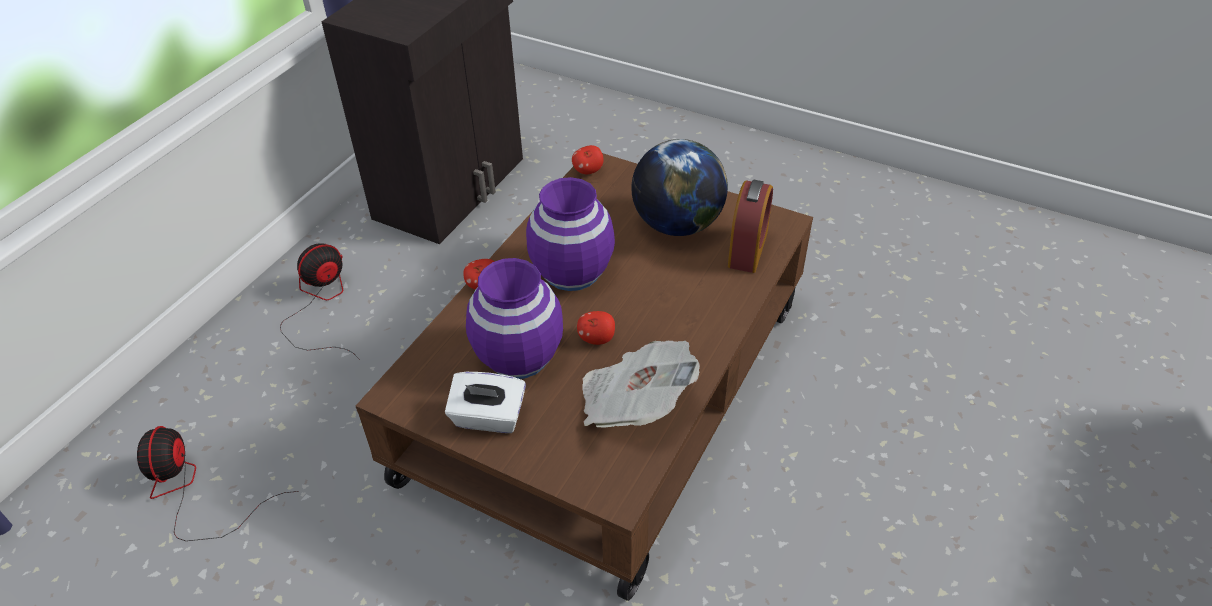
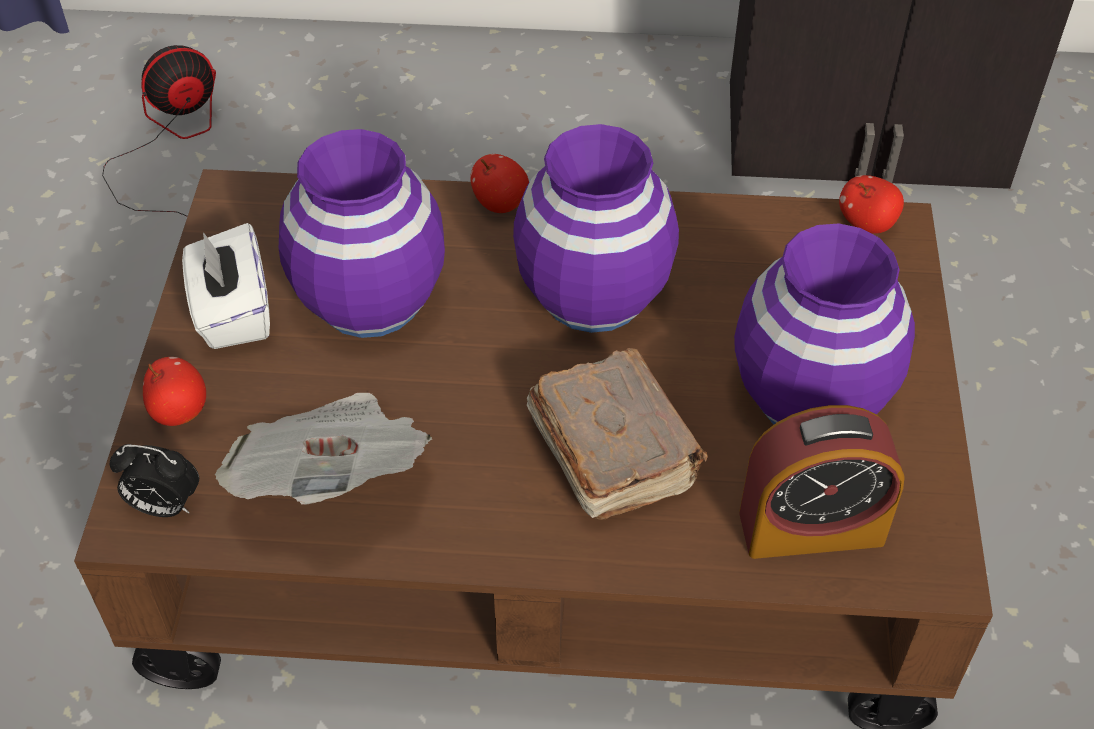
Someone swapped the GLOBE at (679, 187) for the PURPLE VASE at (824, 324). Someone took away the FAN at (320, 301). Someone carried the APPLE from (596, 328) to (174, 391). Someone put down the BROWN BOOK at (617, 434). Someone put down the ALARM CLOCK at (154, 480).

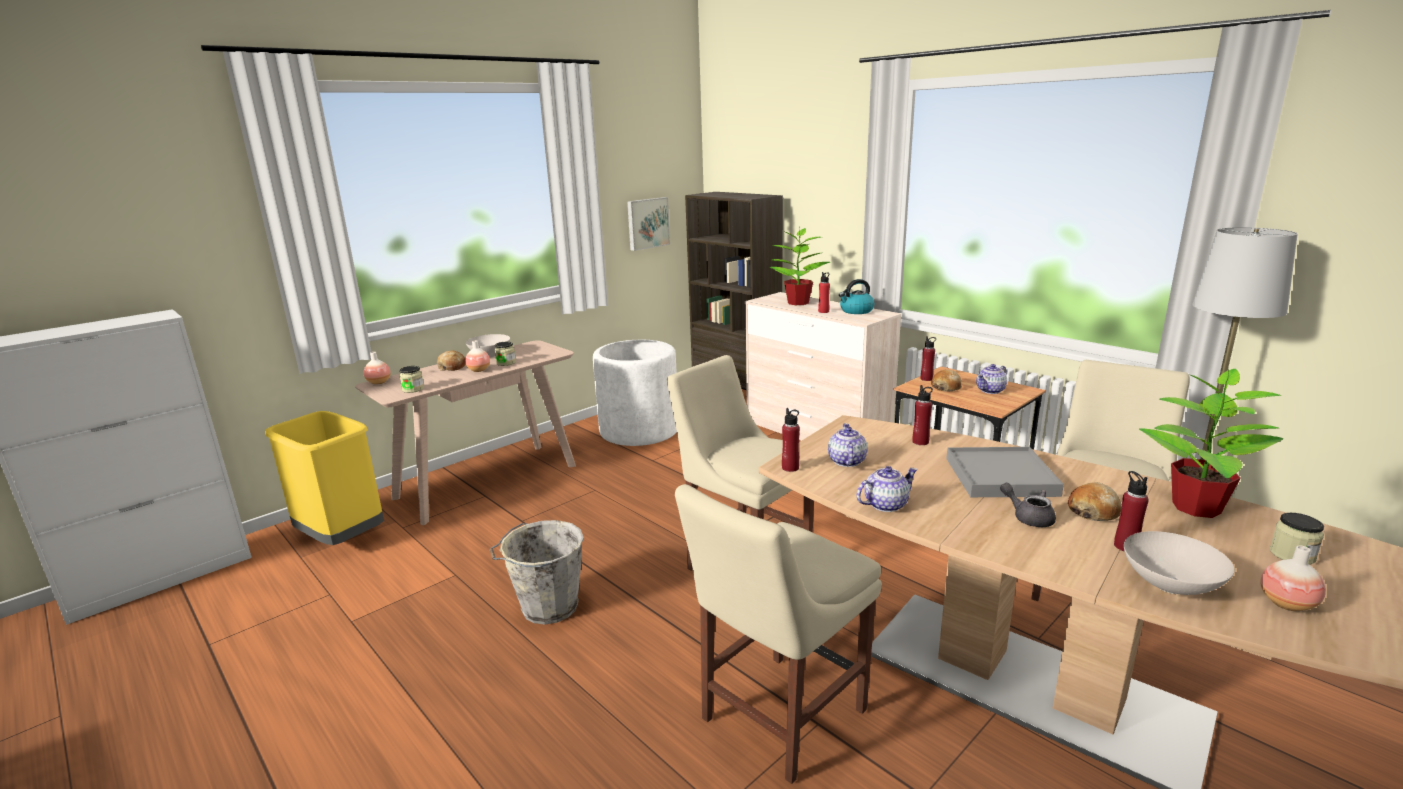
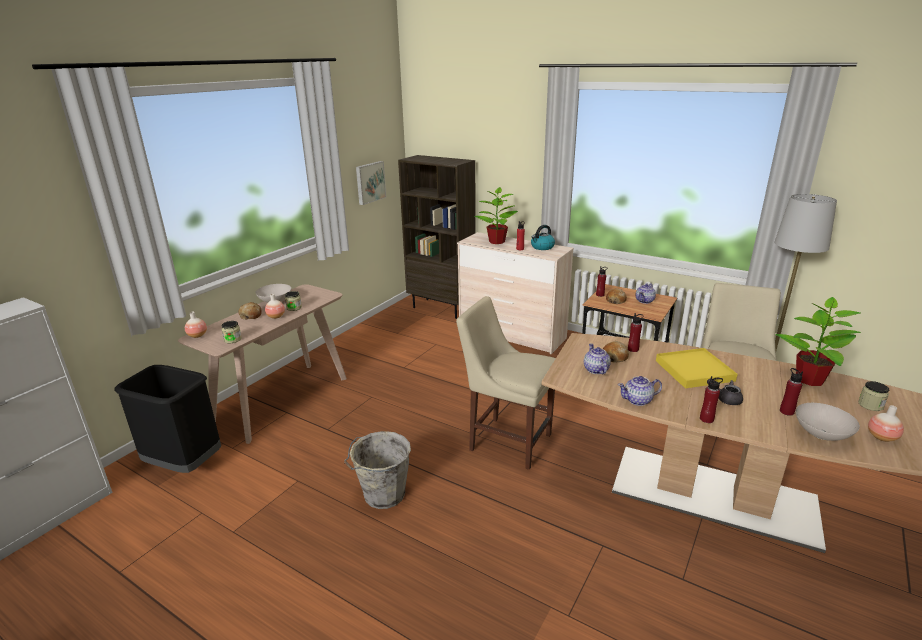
Someone took away the WHITE PLANTER at (635, 393). Someone carried the RED BOTTLE from (791, 440) to (711, 399). Someone repainted the YELLOW TRASH CAN at (324, 478), which became the BLACK TRASH CAN at (167, 419). Someone repainted the GREY TRAY at (1005, 472), which became the YELLOW TRAY at (697, 368). Someone rotated the TEAPOT at (886, 489) by 150 degrees counterclockwise. Someone carried the BREAD from (1094, 501) to (616, 352). Someone took away the BEIGE CHAIR at (778, 634).

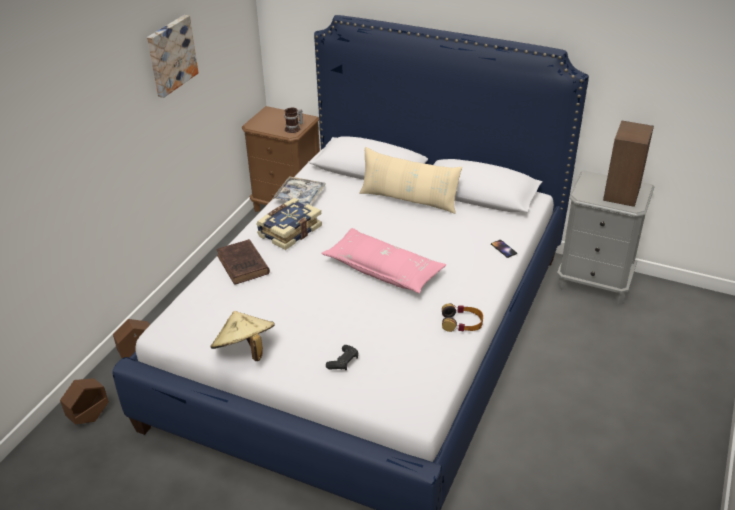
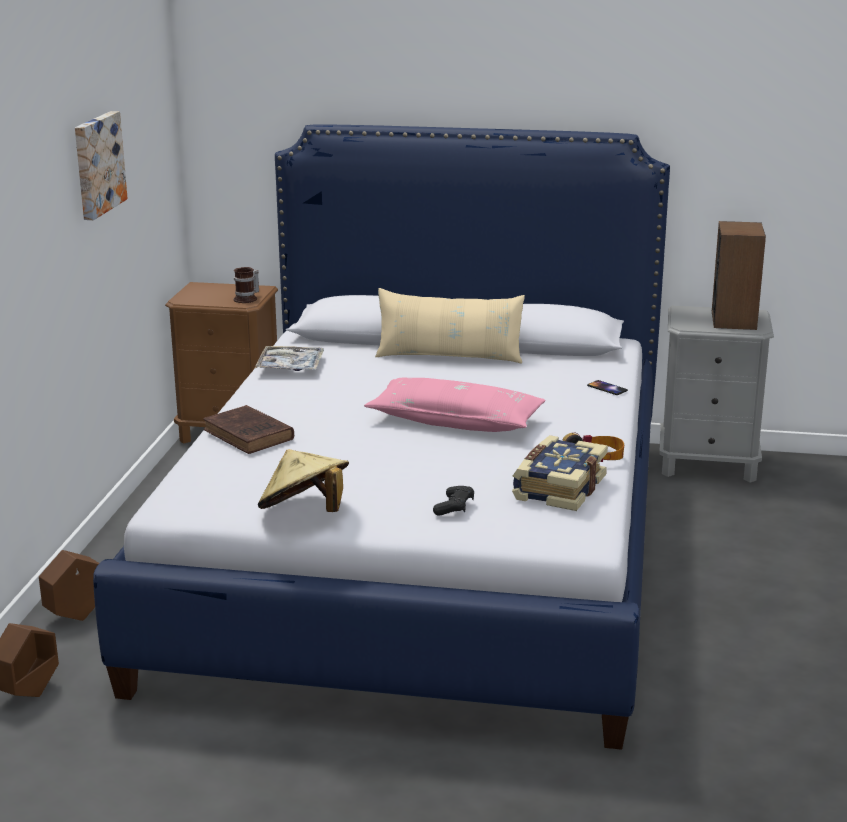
Someone carried the BOOK from (289, 224) to (560, 473).

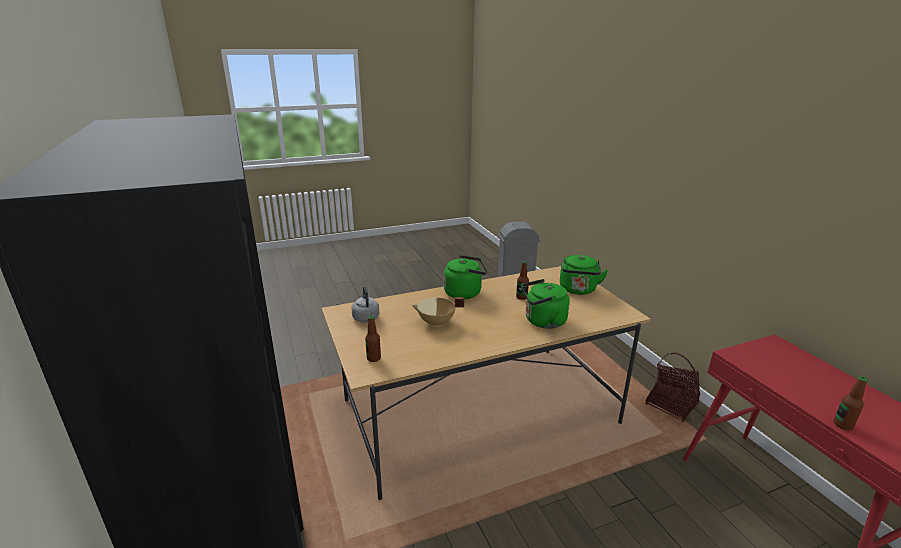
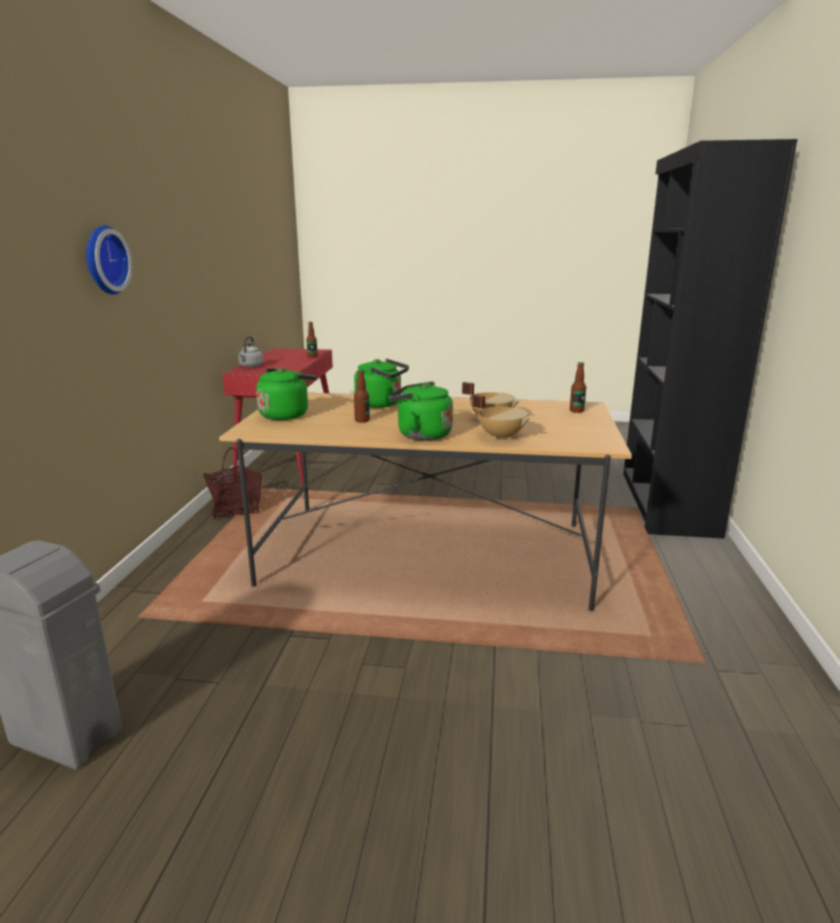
Someone carried the GREY KETTLE from (365, 304) to (250, 351). Someone put up the WALL CLOCK at (109, 260). Someone put down the BEIGE COOKING POT at (501, 417).

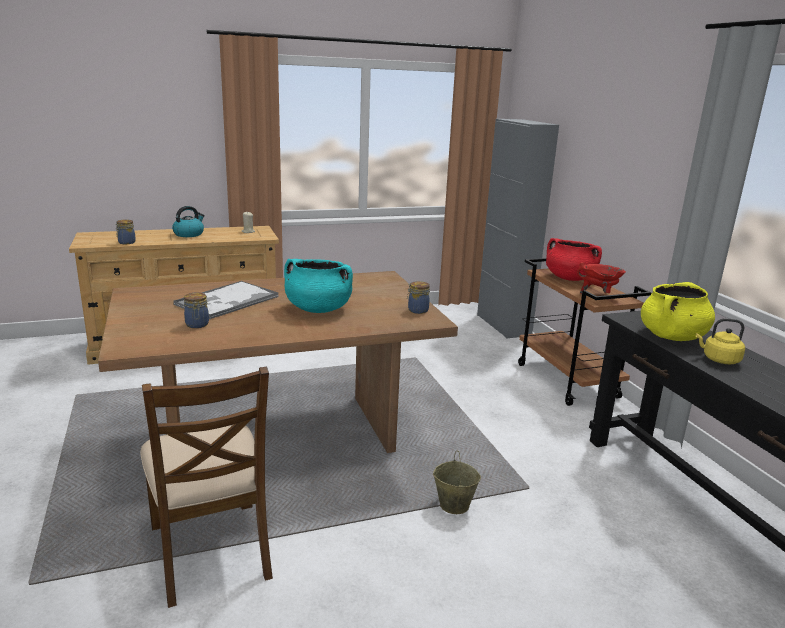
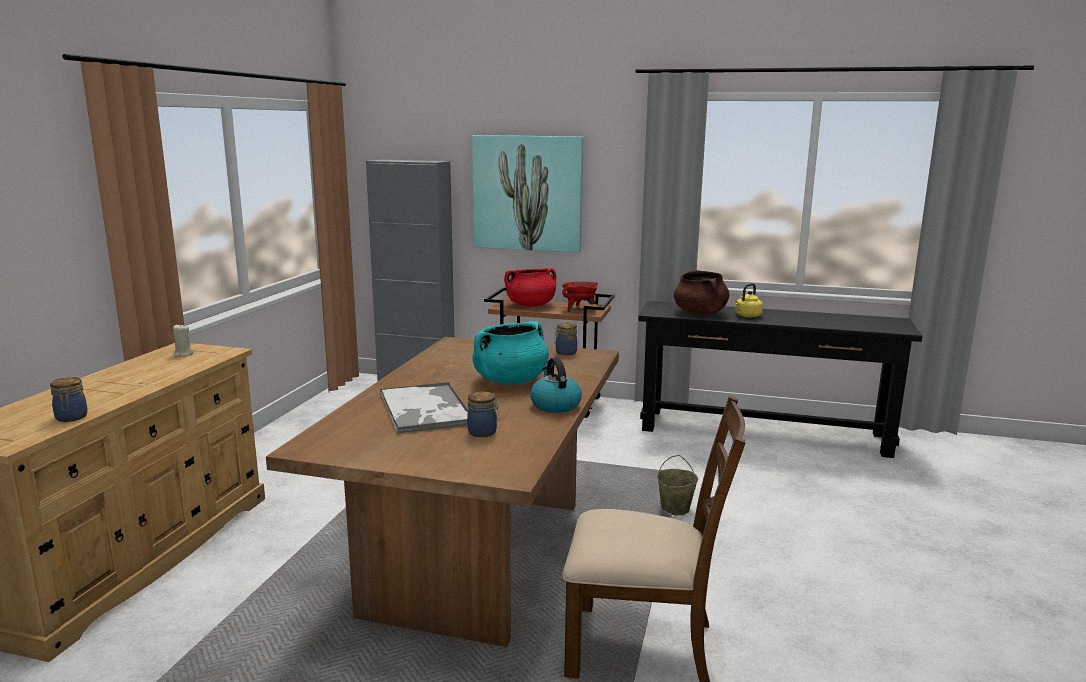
Someone carried the KETTLE from (188, 221) to (556, 385). Someone repainted the YELLOW COOKING POT at (678, 311), which became the BROWN COOKING POT at (701, 292). Someone put up the PICTURE at (527, 194).

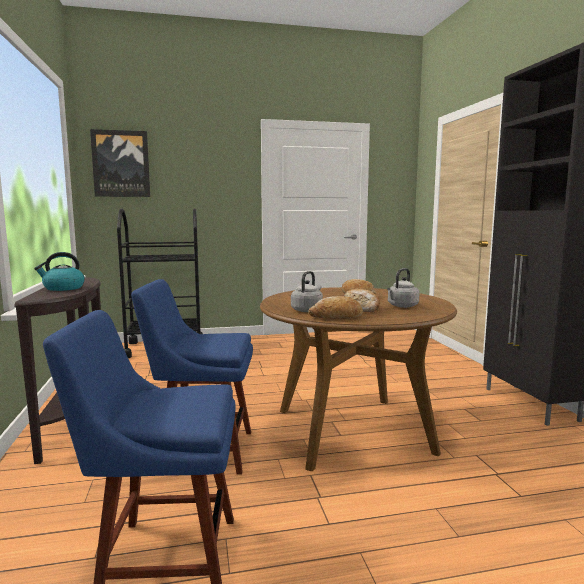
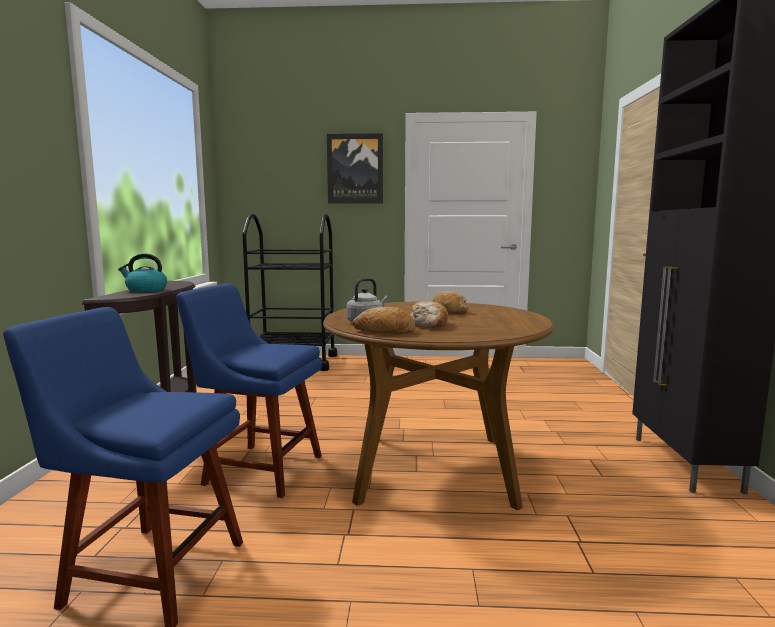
Someone carried the PICTURE from (120, 163) to (355, 168). Someone took away the GREY KETTLE at (403, 288).

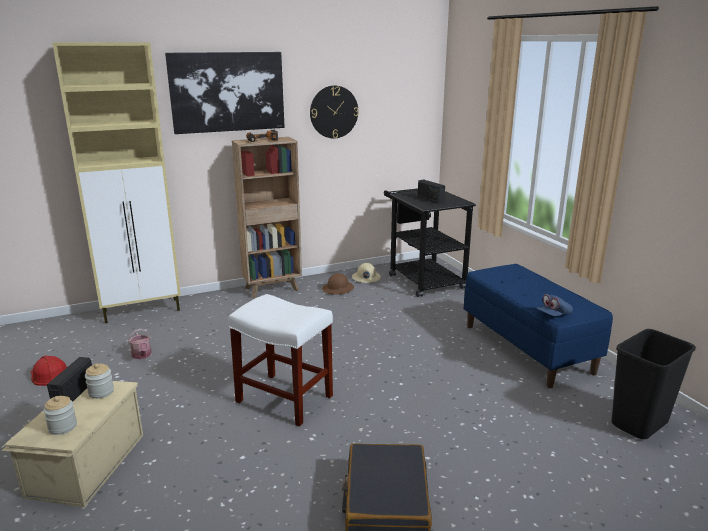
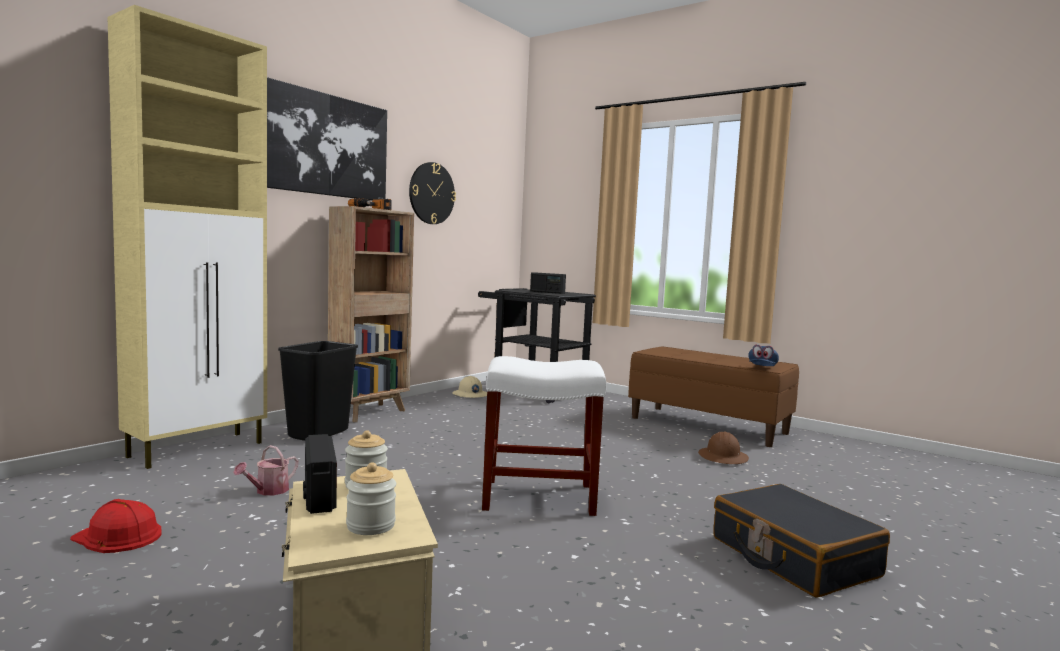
Someone repainted the BLUE BENCH at (538, 326), which became the BROWN BENCH at (713, 396). Someone carried the BROWN HARD HAT from (338, 284) to (723, 448). Someone rotated the WATERING CAN at (140, 344) by 90 degrees clockwise. Someone carried the BLACK TRASH CAN from (653, 384) to (318, 391).

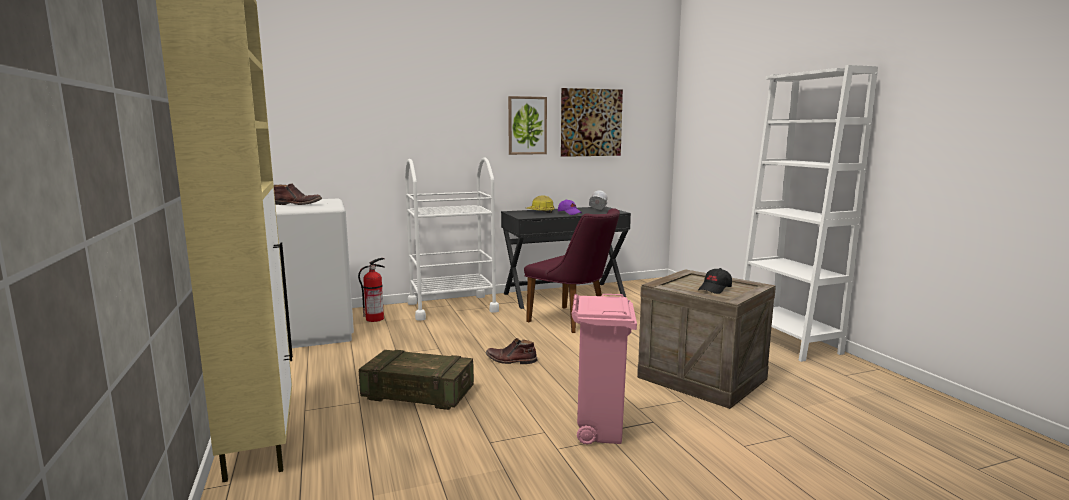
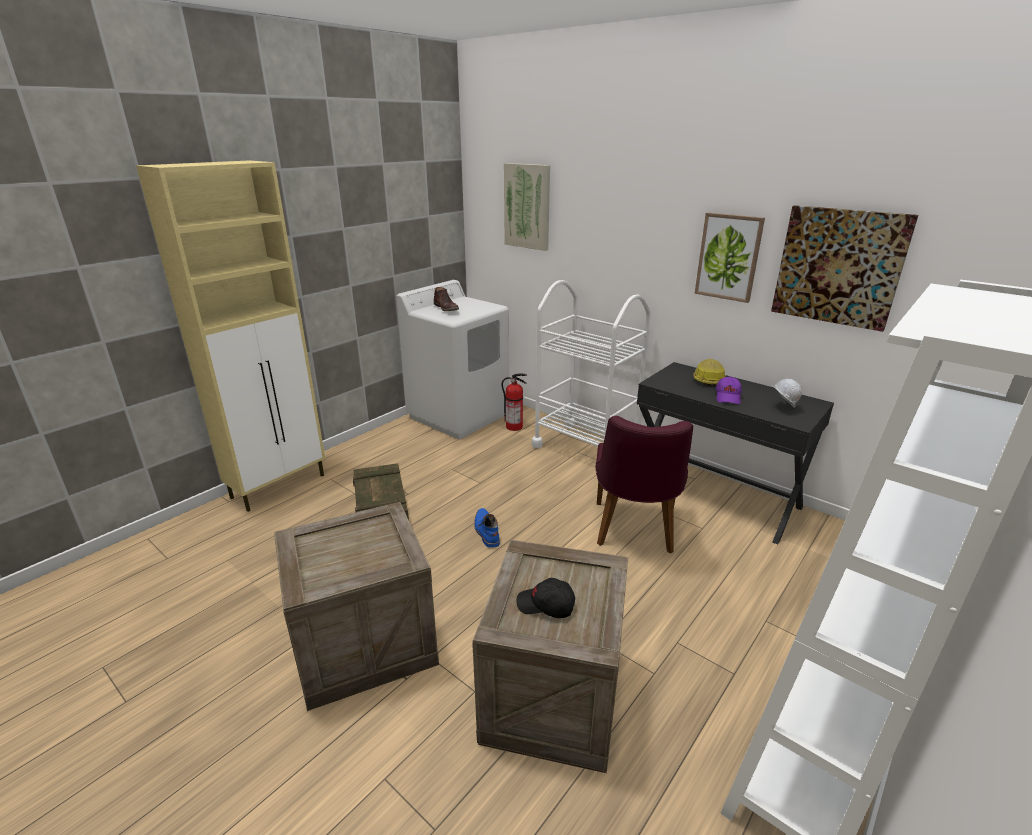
Someone swapped the PINK TRASH CAN at (604, 369) for the CRATE at (356, 606). Someone repainted the BROWN BOOT at (511, 351), which became the BLUE BOOT at (487, 528). Someone put up the PICTURE at (527, 207).

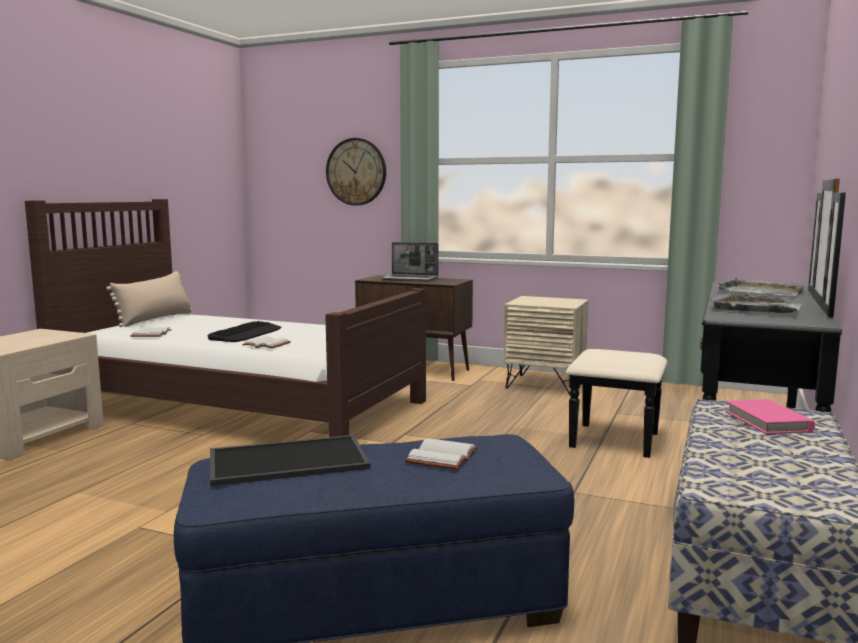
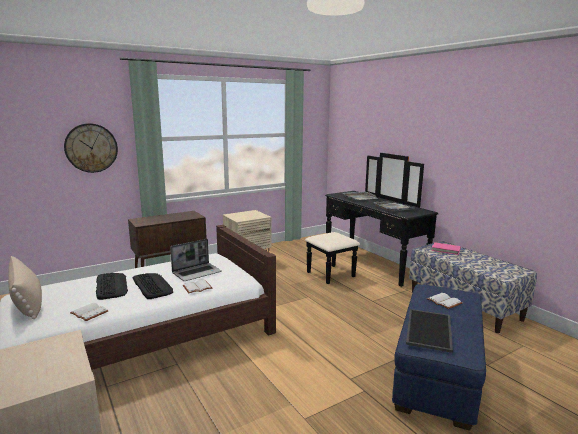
Someone carried the LAPTOP from (409, 261) to (196, 260). Someone put down the KEYBOARD at (112, 286).

